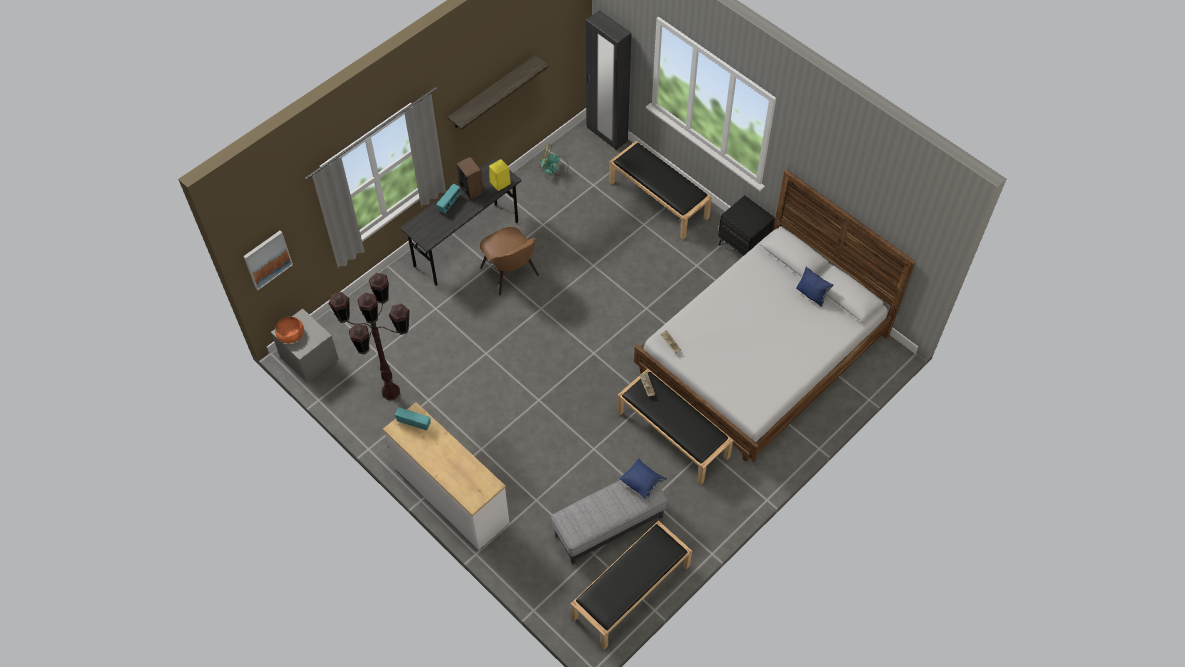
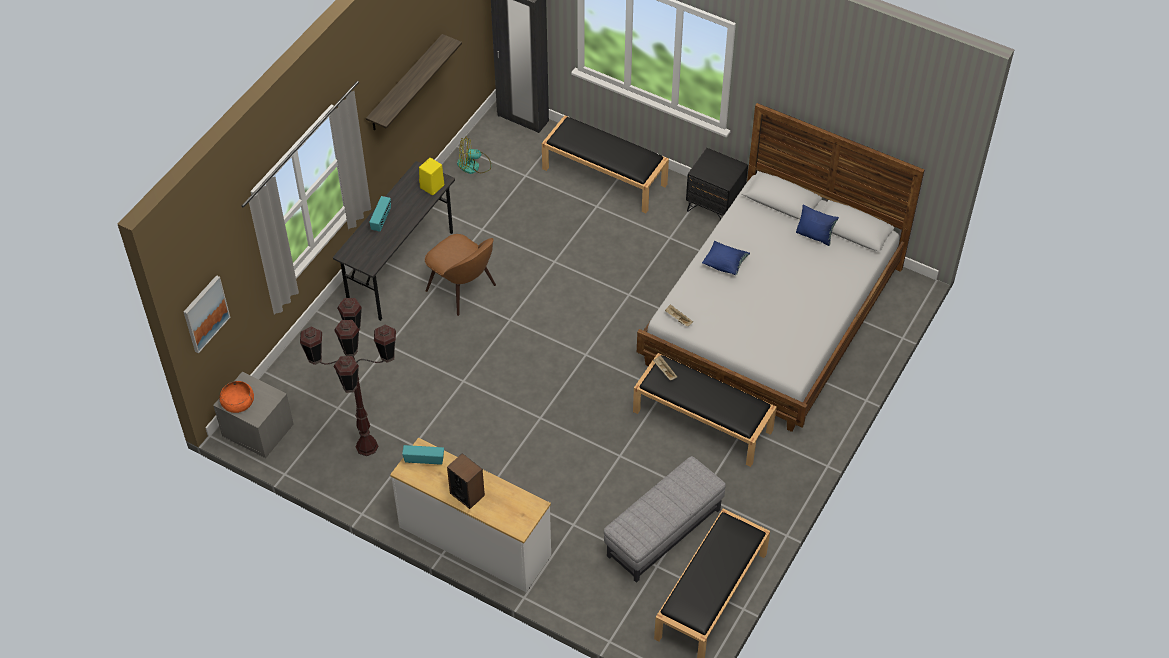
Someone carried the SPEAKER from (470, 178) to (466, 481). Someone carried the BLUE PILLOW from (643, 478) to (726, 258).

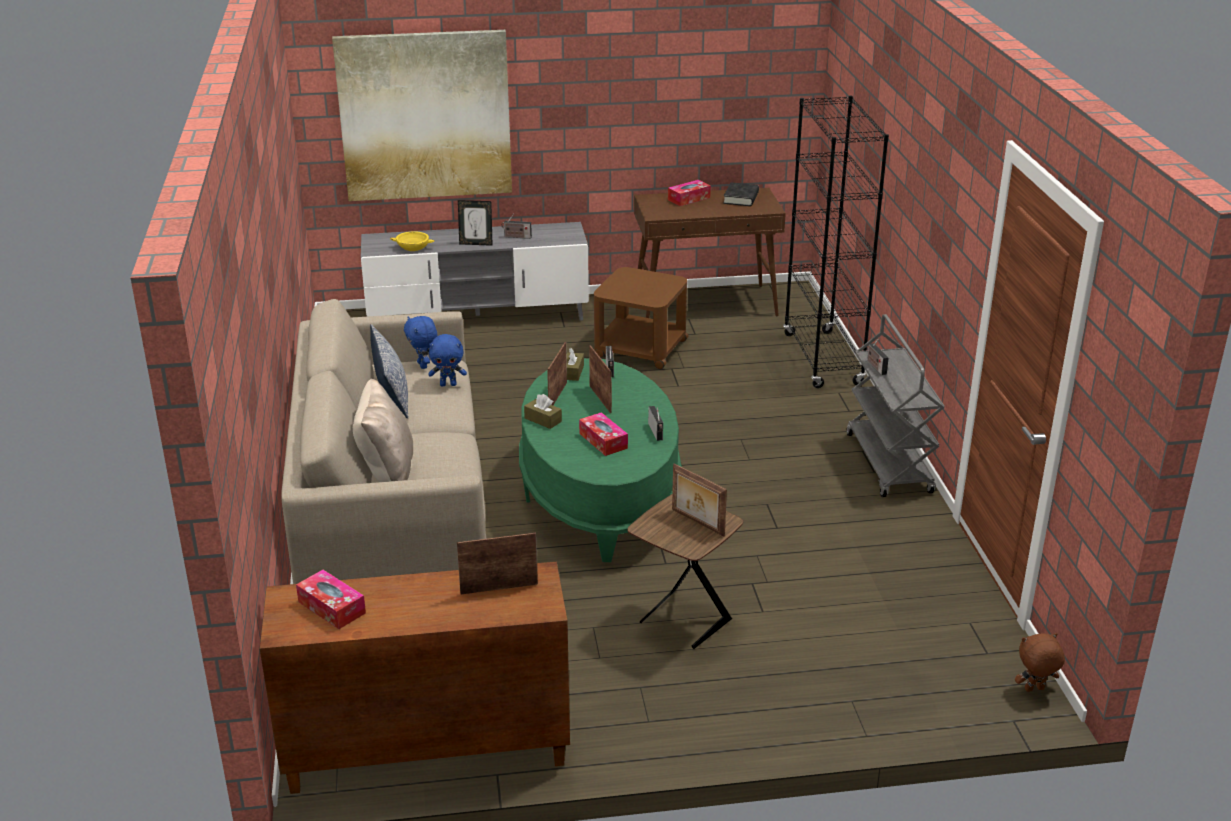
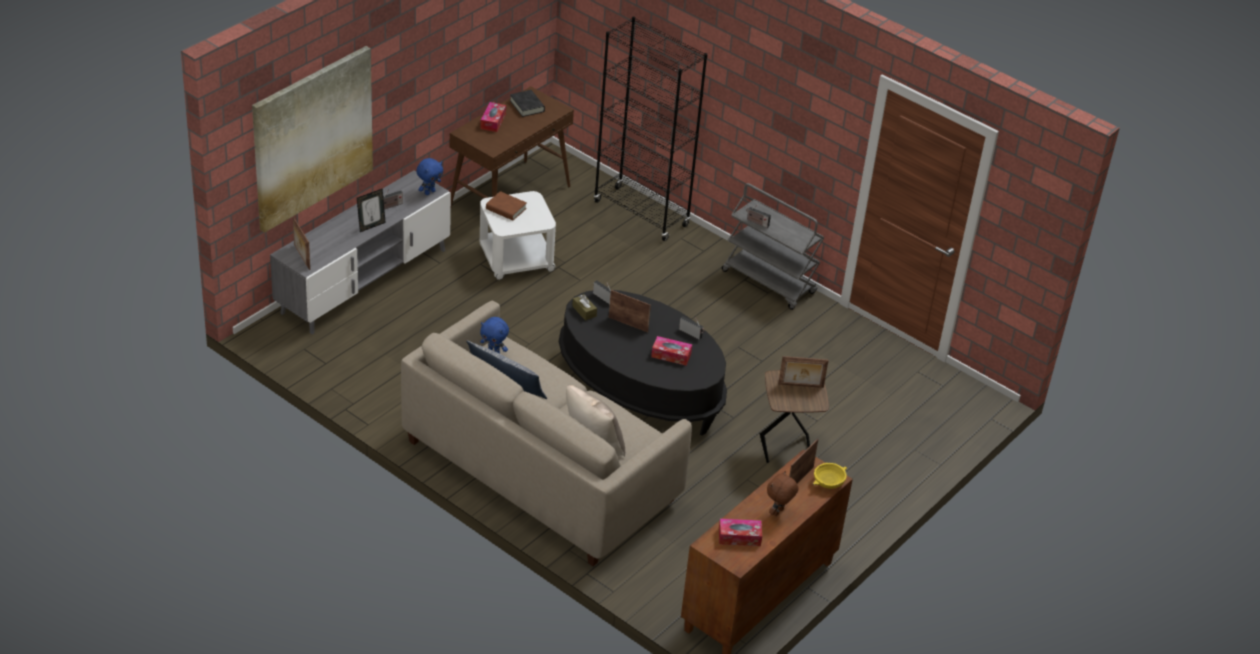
Someone carried the YELLOW BOWL from (412, 241) to (830, 476). Someone repainted the BROWN SIDE TABLE at (641, 318), which became the WHITE SIDE TABLE at (518, 235). Someone carried the BLUE PLUSH TOY from (447, 360) to (429, 176). Someone carried the PICTURE FRAME from (557, 373) to (301, 243). Someone repainted the GREEN COFFEE TABLE at (600, 460), which became the BLACK COFFEE TABLE at (643, 363). Someone took away the BROWN TISSUE BOX at (543, 411). Someone carried the BROWN PLUSH TOY from (1040, 662) to (783, 493). Someone put down the BROWN BOOK at (506, 205).

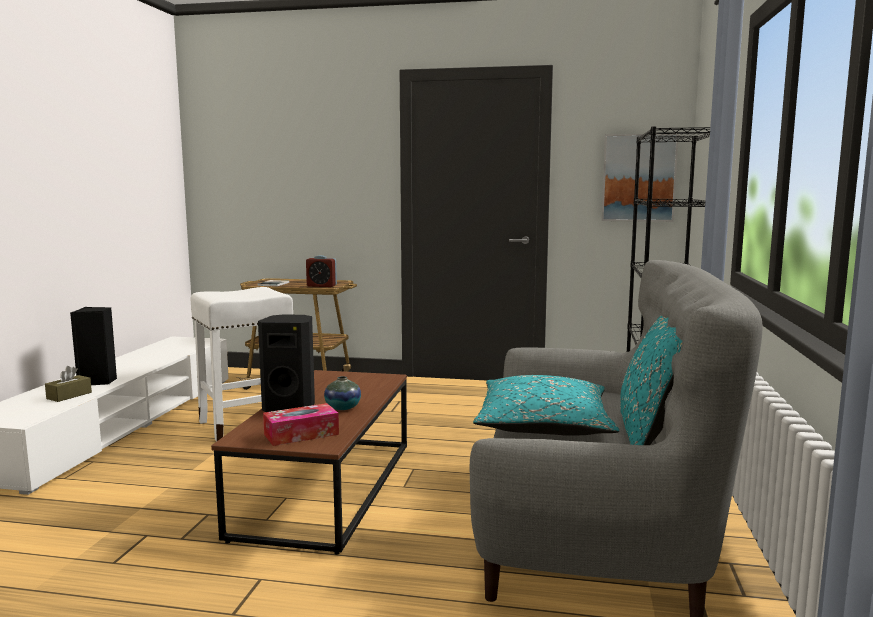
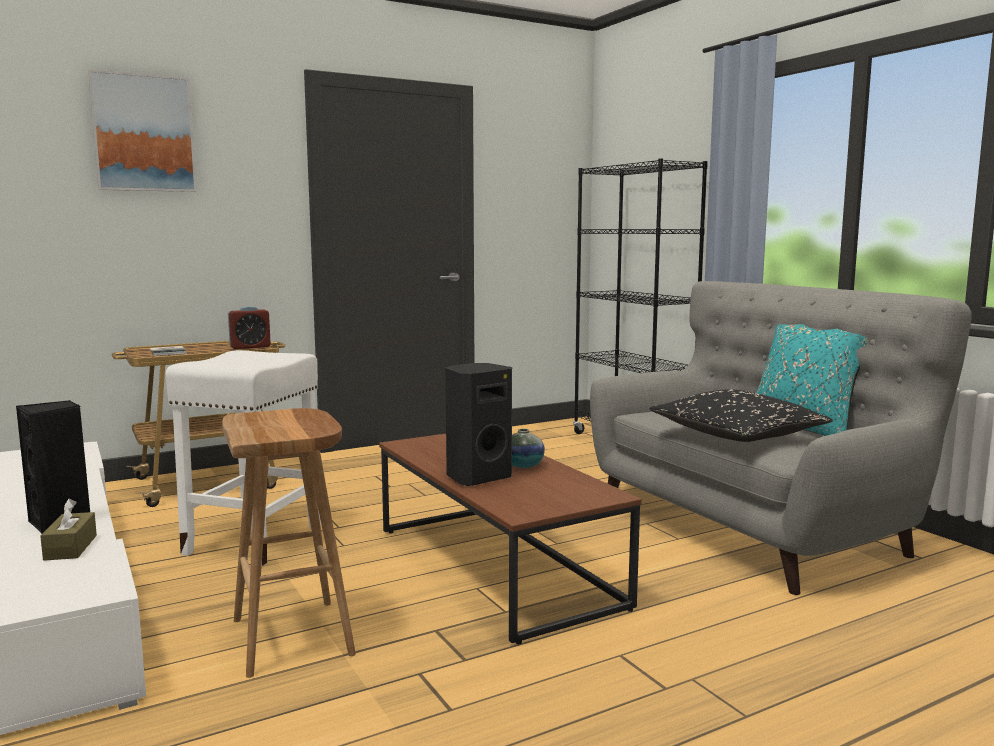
Someone carried the PICTURE from (640, 178) to (142, 130). Someone repainted the TURQUOISE PILLOW at (546, 405), which became the BLACK PILLOW at (741, 415). Someone took away the TISSUE BOX at (301, 424). Someone put down the BROWN STOOL at (289, 543).

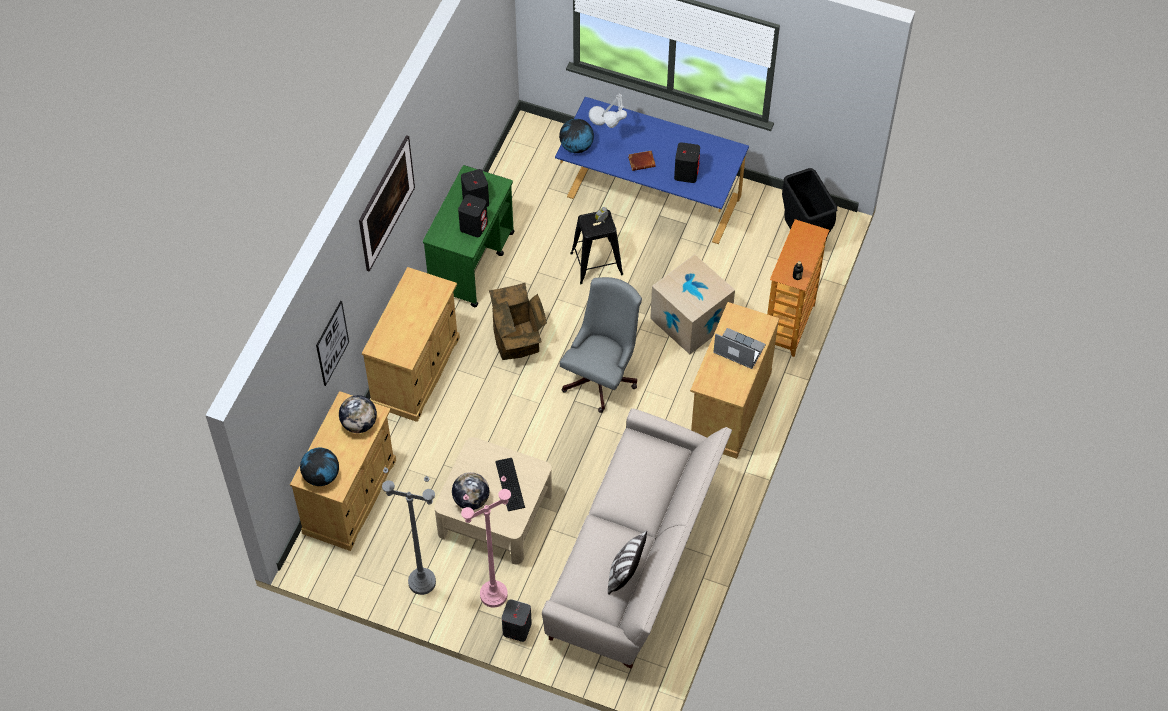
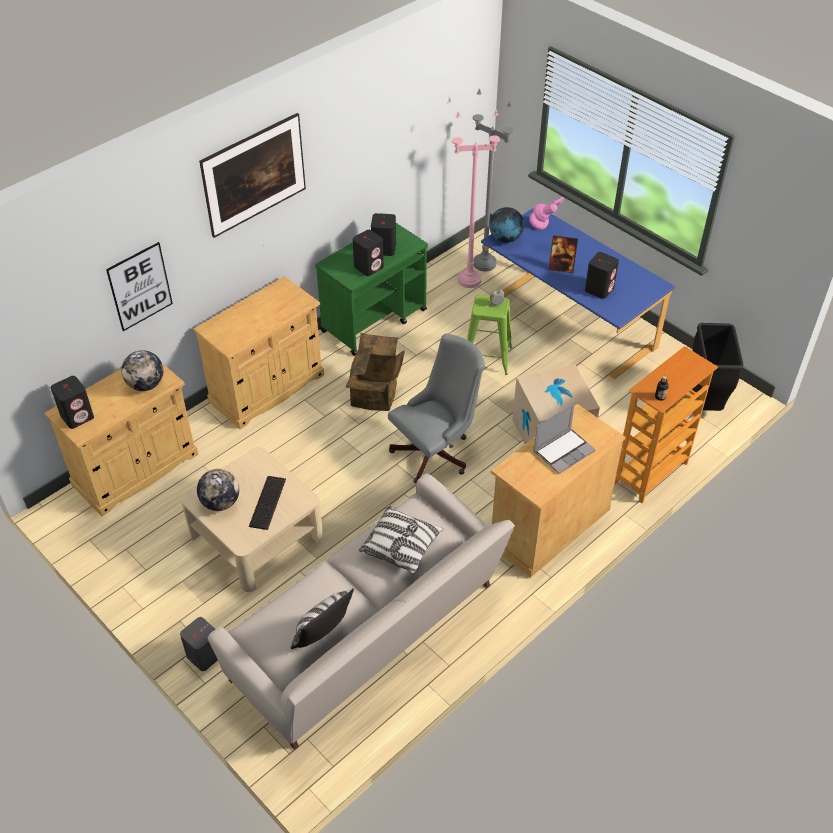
Someone repainted the GREY TABLE LAMP at (608, 110), which became the PINK TABLE LAMP at (546, 213). Someone swapped the BROWN BOOK at (642, 161) for the PICTURE FRAME at (563, 254). Someone repainted the BLACK STOOL at (596, 247), which became the GREEN STOOL at (489, 335). Someone rotated the LAPTOP at (739, 348) by 90 degrees clockwise. Someone swapped the GLOBE at (319, 467) for the BLACK SPEAKER at (72, 402). Someone carried the GREY FLOOR LAMP from (409, 531) to (493, 180). Someone carried the PINK FLOOR LAMP from (486, 542) to (476, 199). Someone put down the PILLOW at (401, 539).

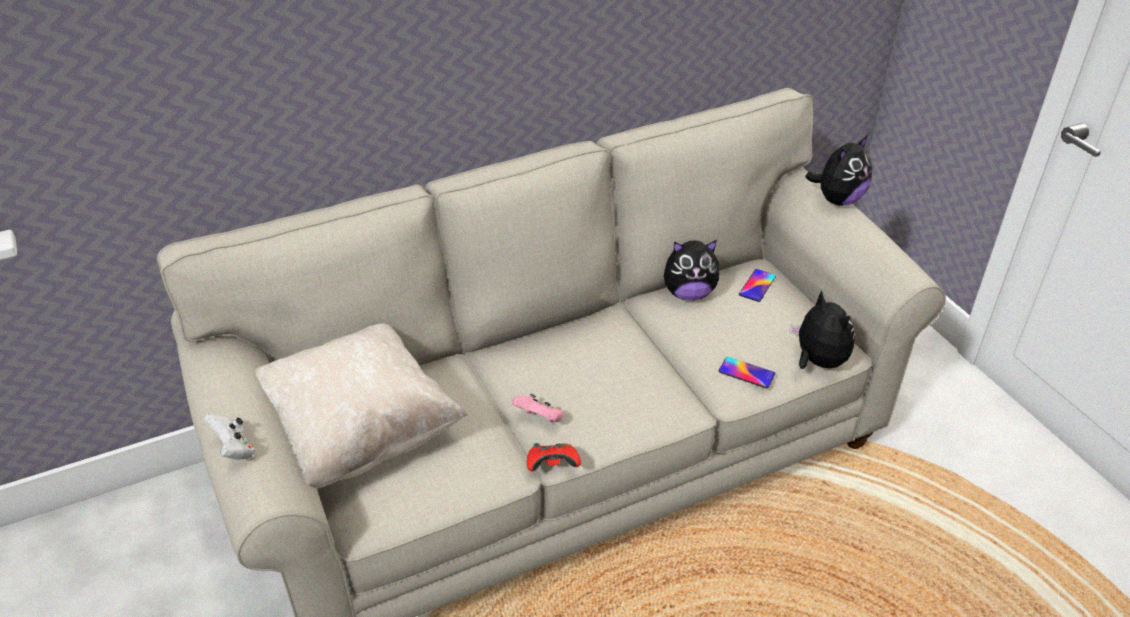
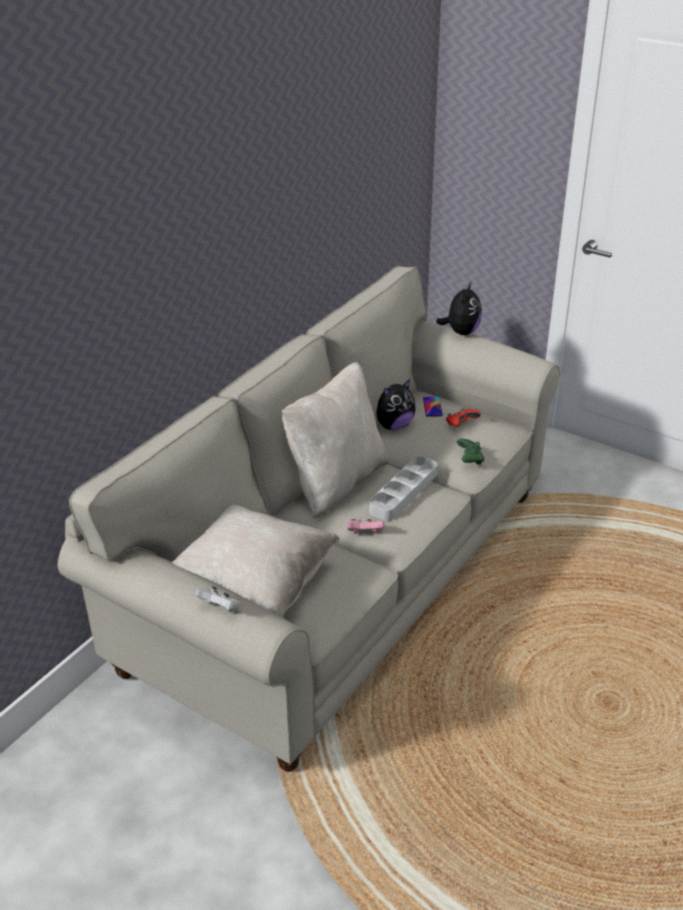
Someone took away the PLUSH TOY at (822, 329). Someone swapped the PHONE at (747, 372) for the GREEN GAME CONTROLLER at (470, 451). Someone carried the RED GAME CONTROLLER from (554, 457) to (463, 417). Someone put down the BEIGE PILLOW at (335, 440). Someone put down the GREY TRAY at (403, 488).

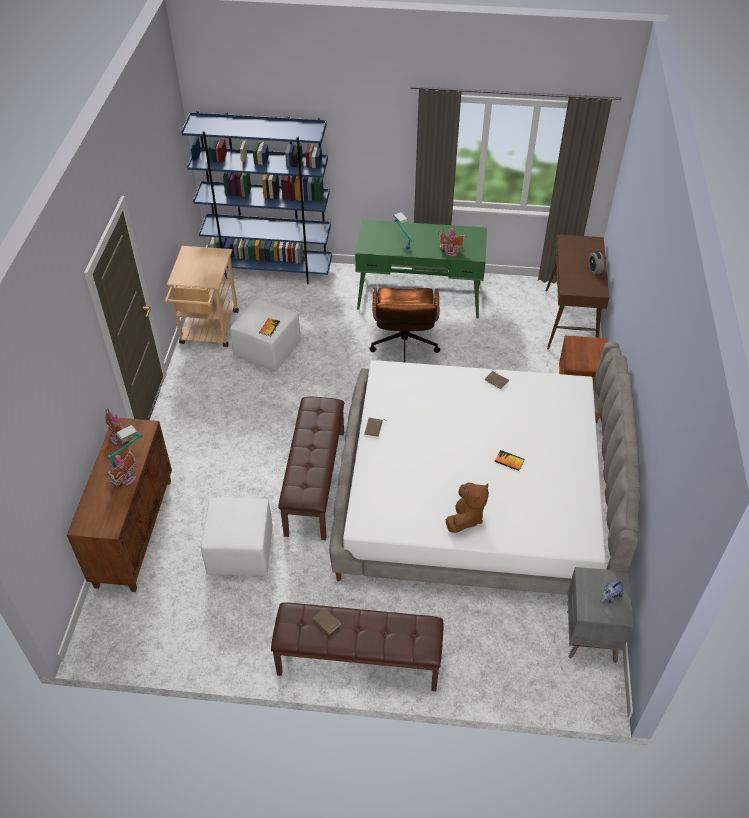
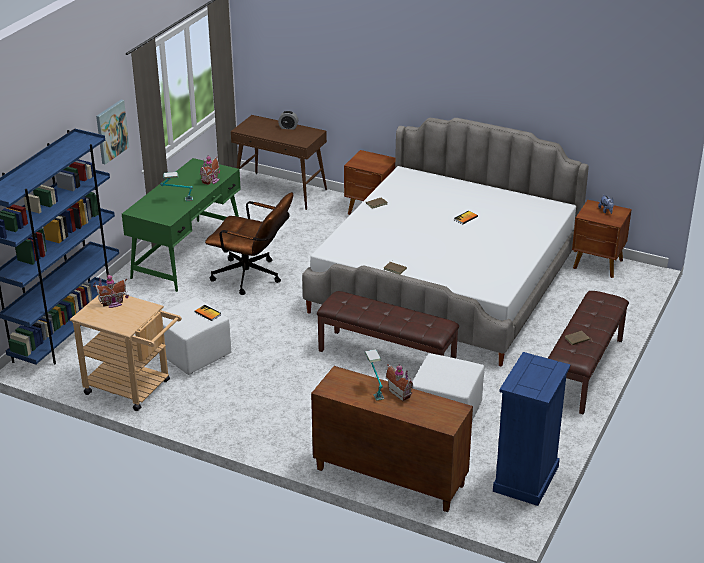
Someone carried the TOY HOUSE from (117, 426) to (111, 291). Someone took away the BROWN PLUSH TOY at (467, 508). Someone repainted the GREY NIGHTSTAND at (600, 615), which became the BROWN NIGHTSTAND at (602, 239). Someone put up the PICTURE at (112, 132). Someone put down the BLUE DRESSER at (531, 429).

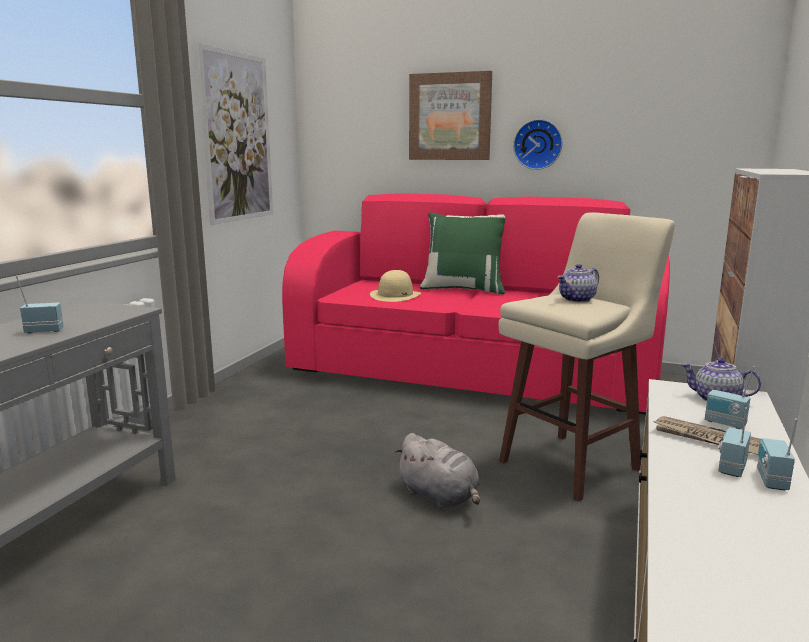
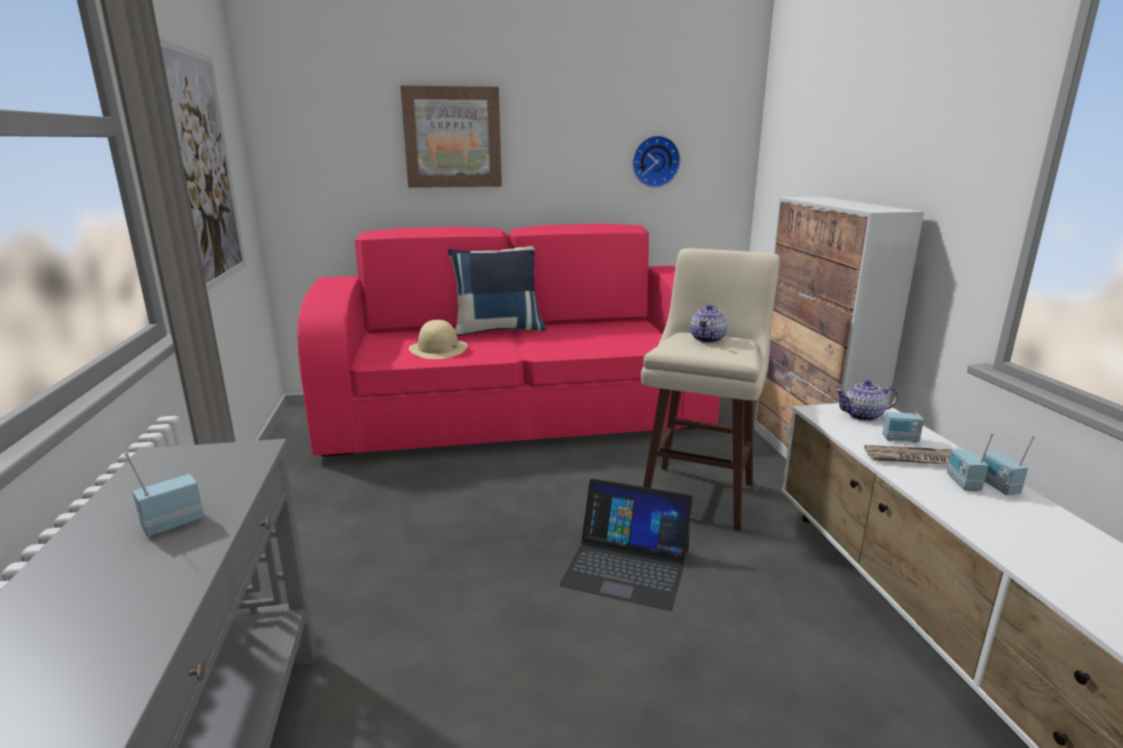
Someone carried the WALL CLOCK from (538, 144) to (656, 161). Someone repainted the GREEN PILLOW at (462, 253), which became the BLUE PILLOW at (497, 291). Someone swapped the GREY PLUSH TOY at (437, 470) for the LAPTOP at (626, 545).

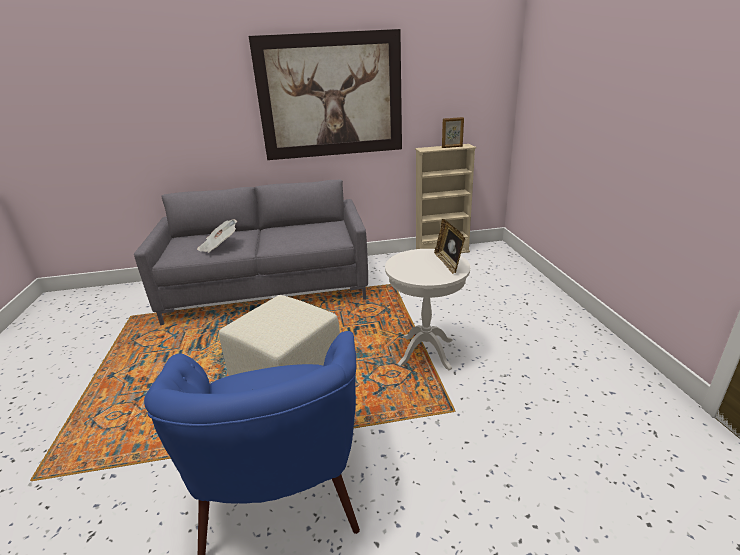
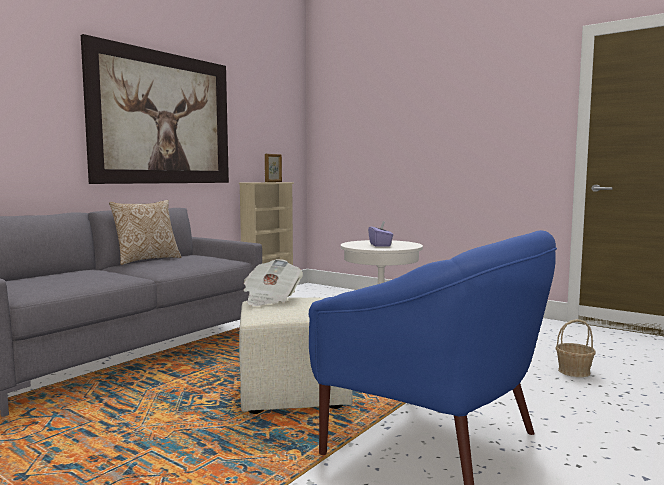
Someone carried the NEWSPAPER from (217, 236) to (273, 282). Someone took away the PICTURE FRAME at (449, 246). Someone put down the PILLOW at (145, 232). Someone put down the PURPLE TISSUE BOX at (381, 234). Someone put down the BASKET at (576, 348).

